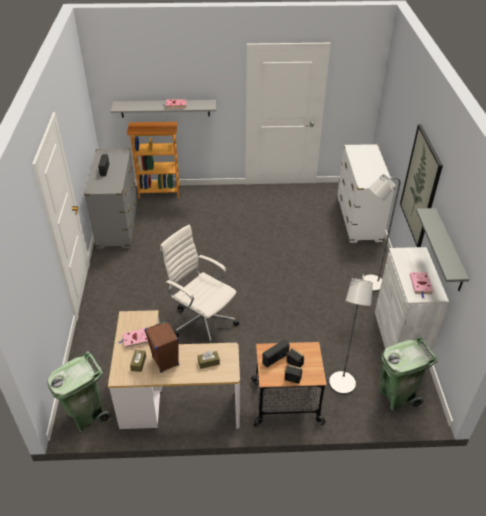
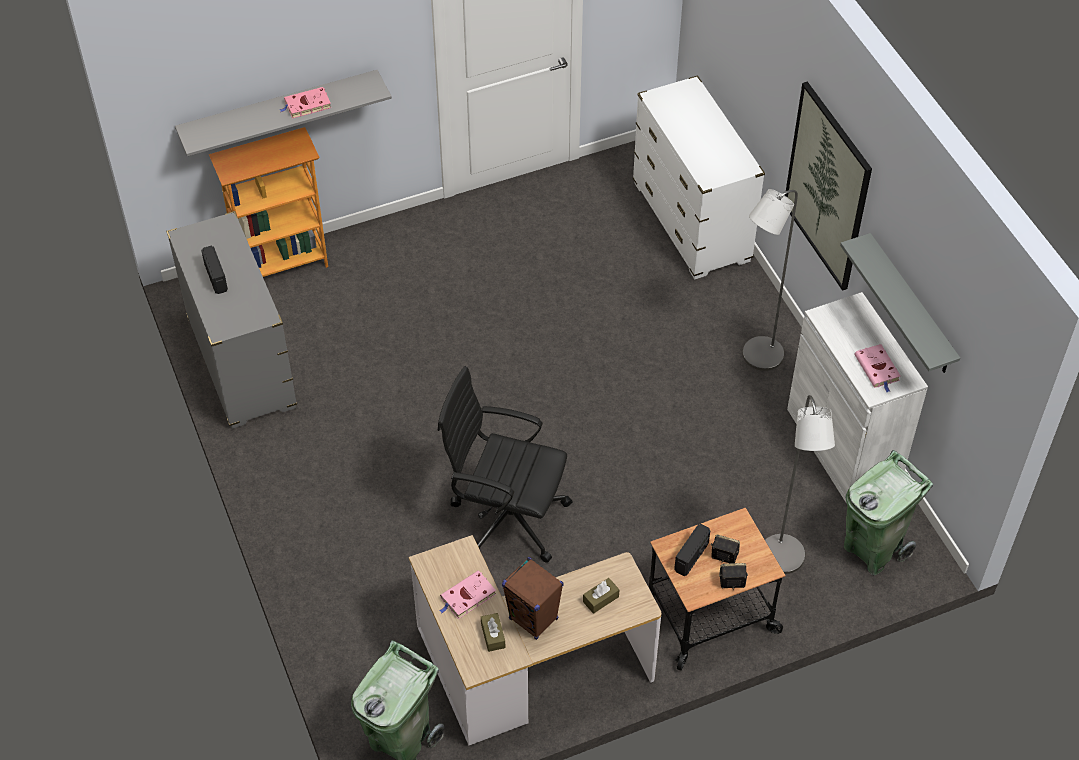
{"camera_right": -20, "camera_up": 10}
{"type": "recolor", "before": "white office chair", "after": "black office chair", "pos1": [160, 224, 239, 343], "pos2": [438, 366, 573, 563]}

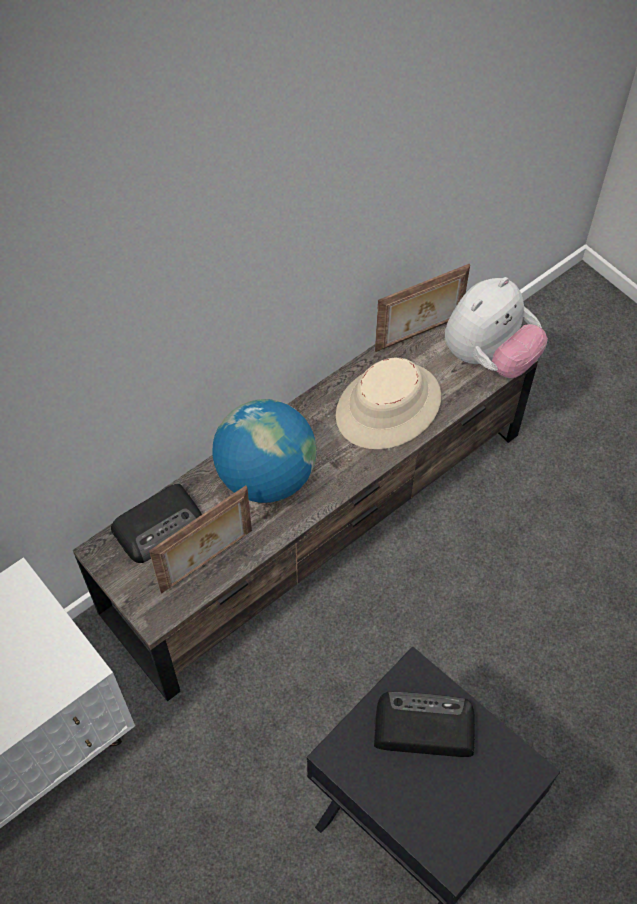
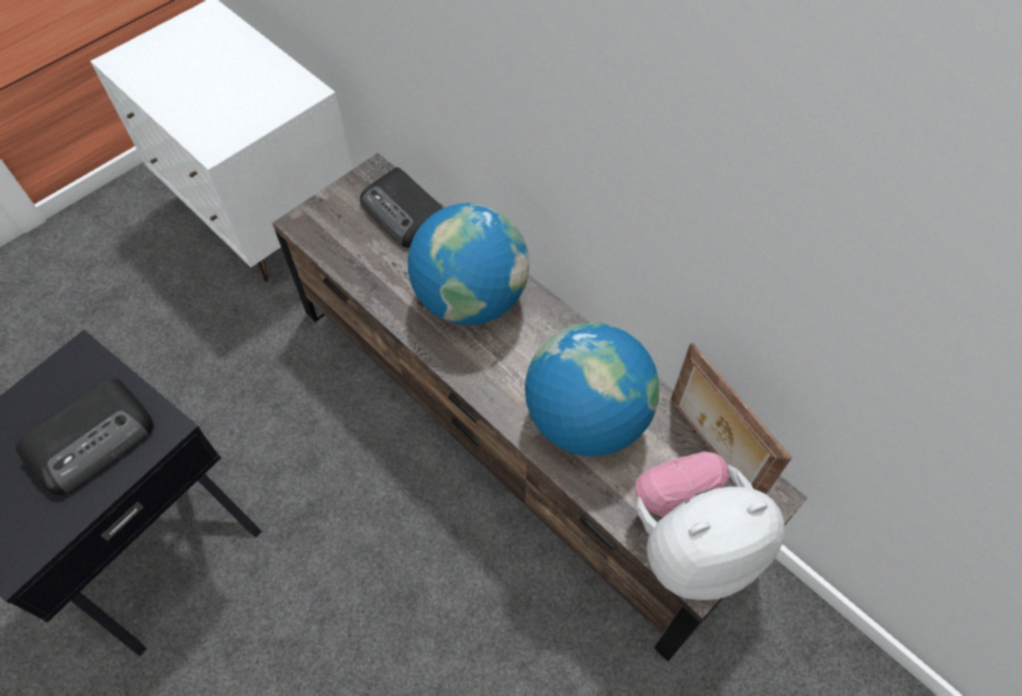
{"camera_right": 85, "camera_up": 0}
{"type": "rotate", "before": "plush toy", "pos1": [445, 277, 548, 378], "pos2": [635, 451, 785, 600], "turn": 120}
{"type": "replace", "before": "beige hat", "after": "globe", "pos1": [336, 358, 441, 449], "pos2": [525, 323, 659, 457]}
{"type": "delete", "before": "picture frame", "pos1": [149, 485, 252, 593]}
{"type": "rotate", "before": "radio", "pos1": [374, 692, 475, 757], "pos2": [16, 379, 153, 495], "turn": 45}

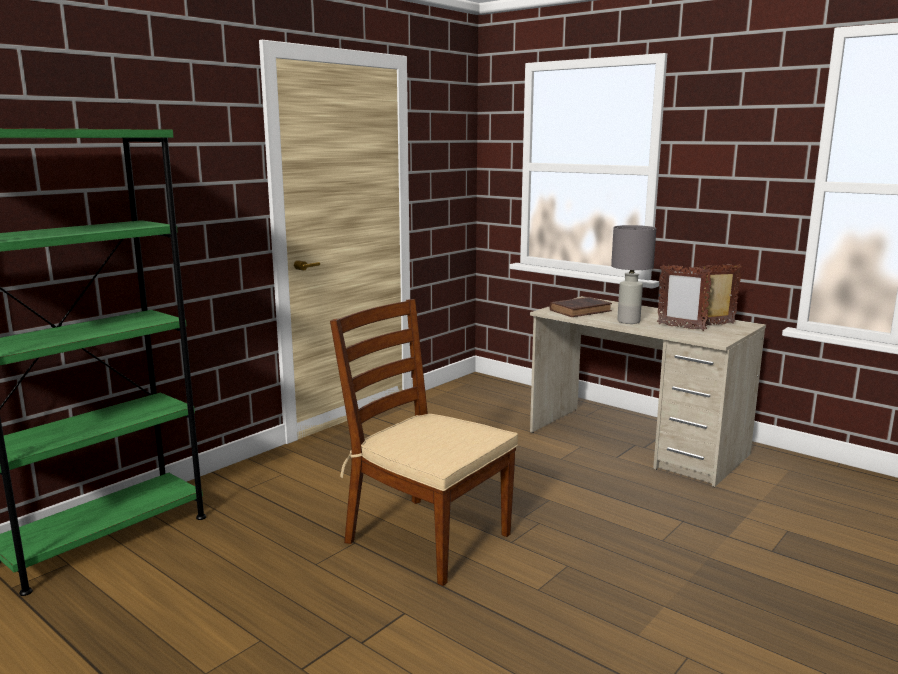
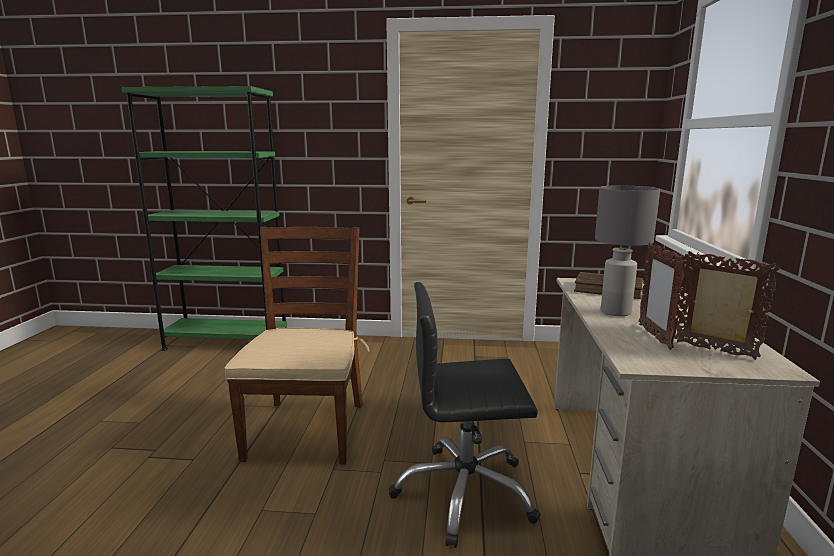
{"camera_right": 55, "camera_up": 0}
{"type": "insert", "after": "black office chair", "pos2": [389, 282, 541, 548]}

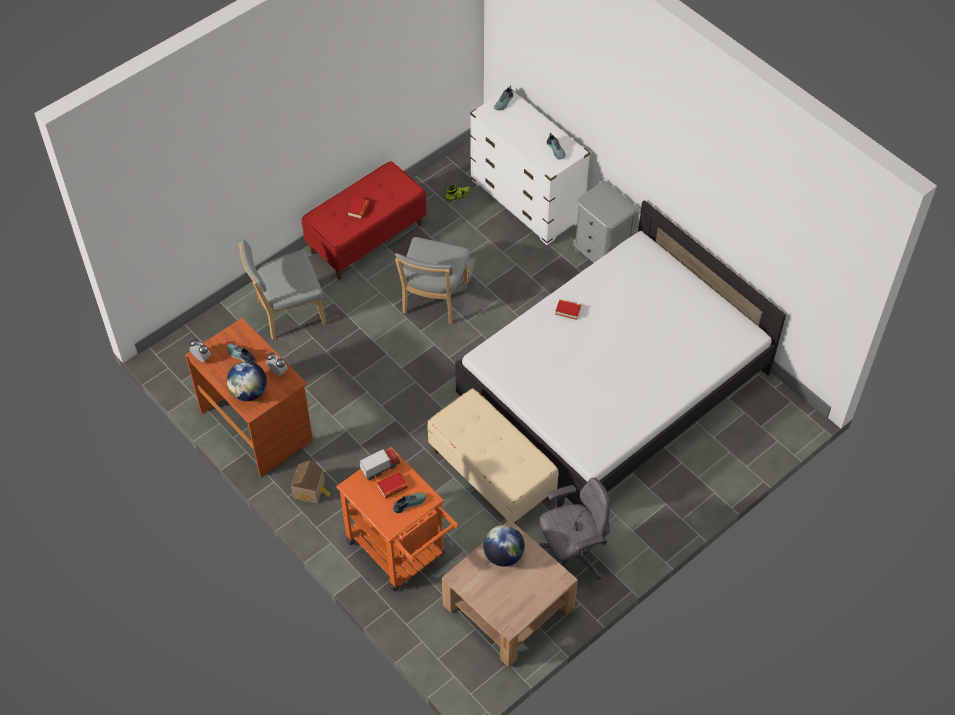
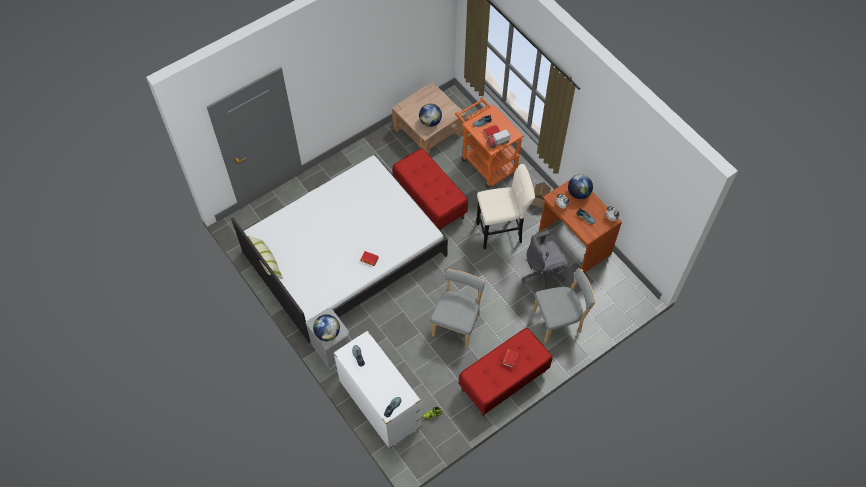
{"camera_right": -175, "camera_up": 5}
{"type": "recolor", "before": "beige bench", "after": "red bench", "pos1": [427, 389, 559, 524], "pos2": [392, 148, 468, 231]}
{"type": "move", "before": "grey office chair", "pos1": [538, 478, 610, 581], "pos2": [522, 230, 569, 290]}
{"type": "insert", "after": "beige stool", "pos2": [477, 164, 535, 250]}
{"type": "insert", "after": "pillow", "pos2": [248, 236, 283, 279]}
{"type": "insert", "after": "globe", "pos2": [313, 315, 340, 341]}

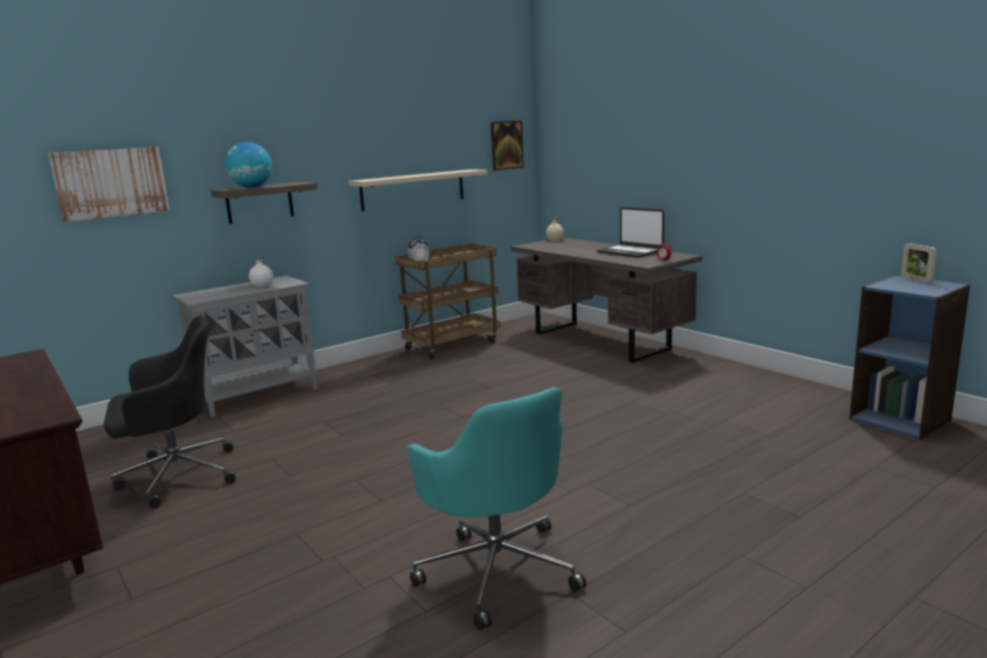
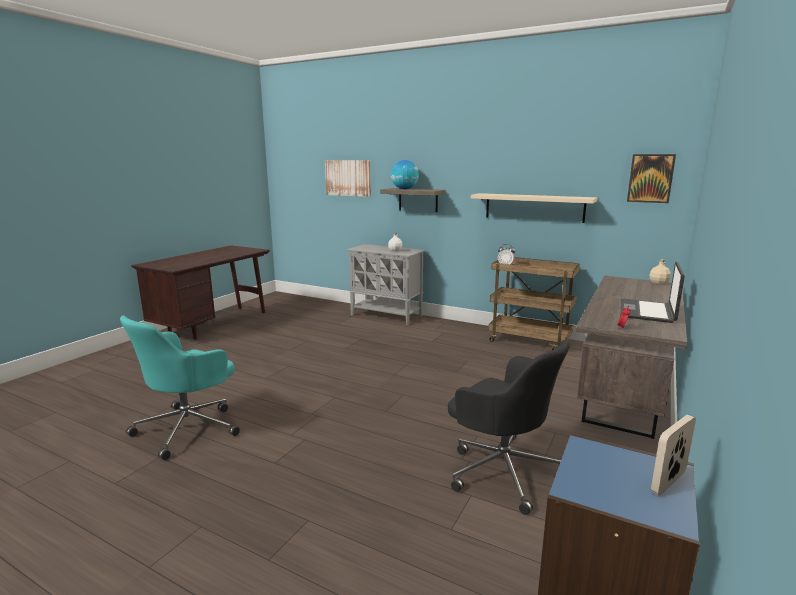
{"camera_right": 65, "camera_up": 0}
{"type": "move", "before": "black office chair", "pos1": [104, 316, 236, 509], "pos2": [448, 339, 570, 515]}

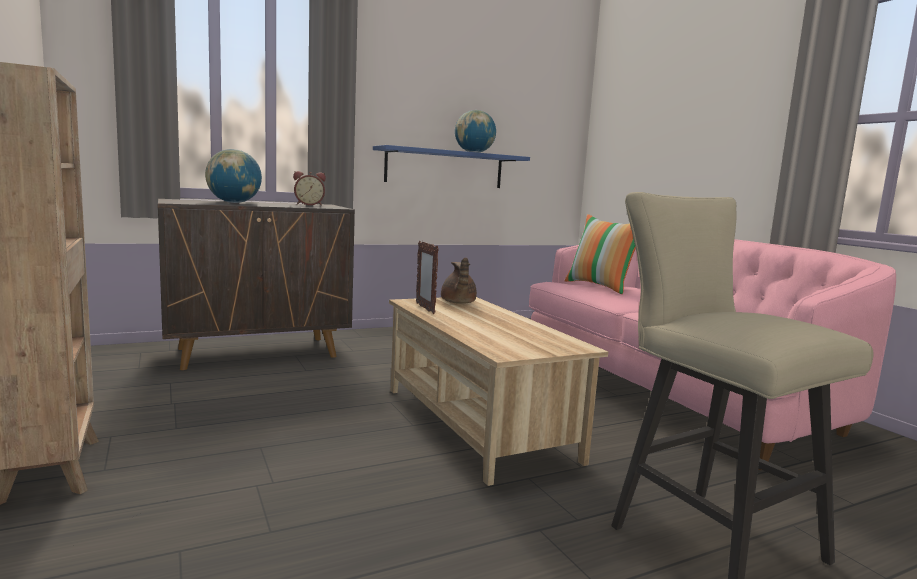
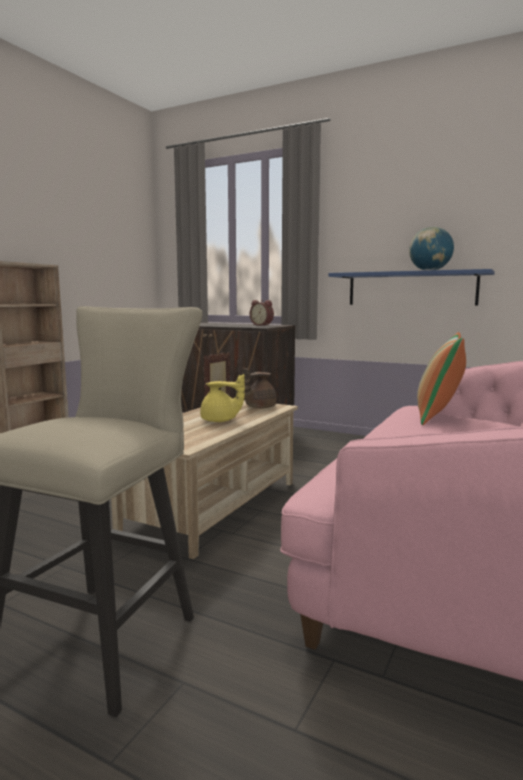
{"camera_right": 55, "camera_up": 0}
{"type": "delete", "before": "globe", "pos1": [205, 149, 262, 203]}
{"type": "insert", "after": "yellow teapot", "pos2": [200, 374, 245, 422]}

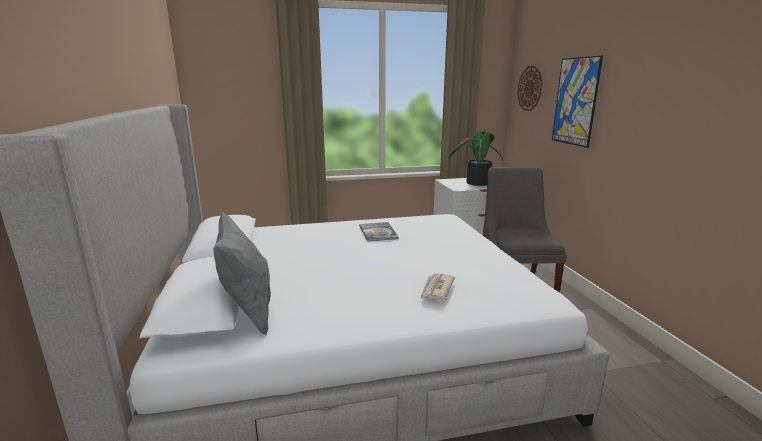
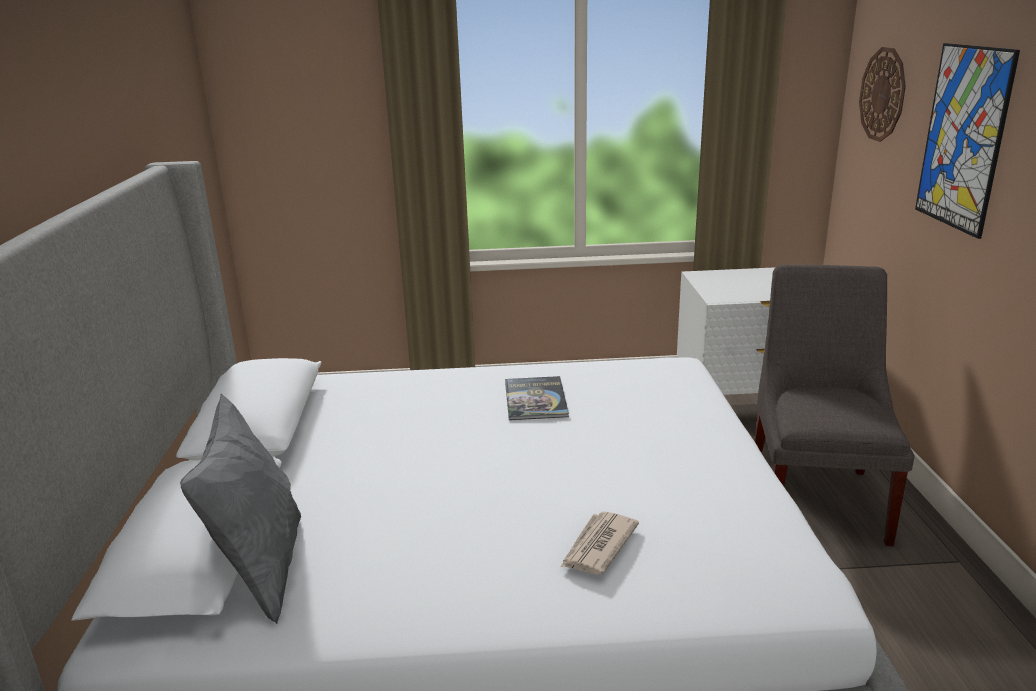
{"camera_right": 10, "camera_up": 5}
{"type": "delete", "before": "potted plant", "pos1": [449, 131, 503, 186]}

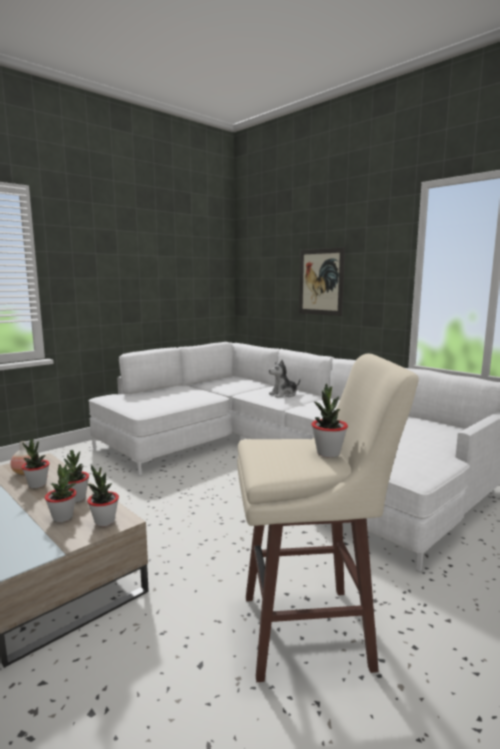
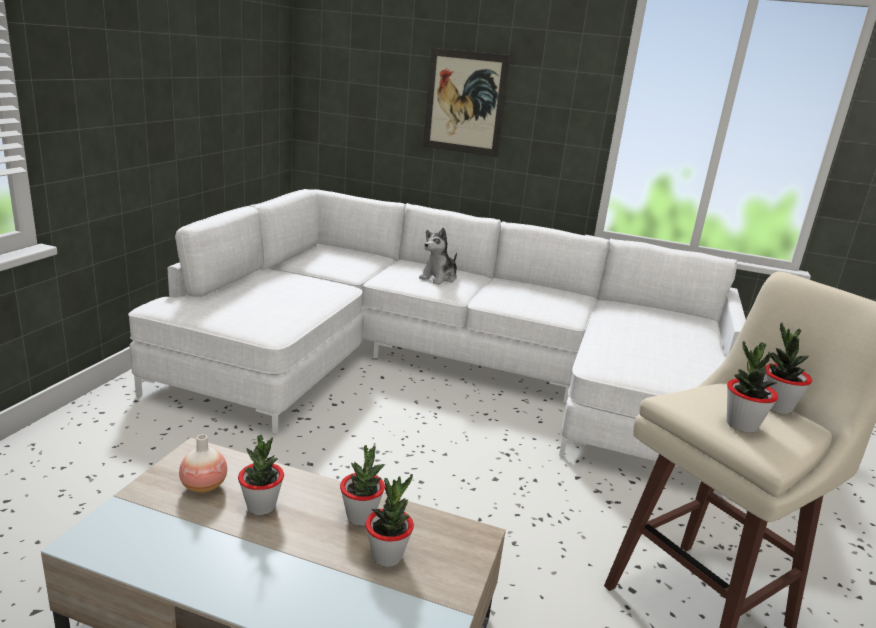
{"camera_right": -30, "camera_up": 10}
{"type": "move", "before": "potted plant", "pos1": [87, 465, 119, 527], "pos2": [727, 341, 778, 433]}

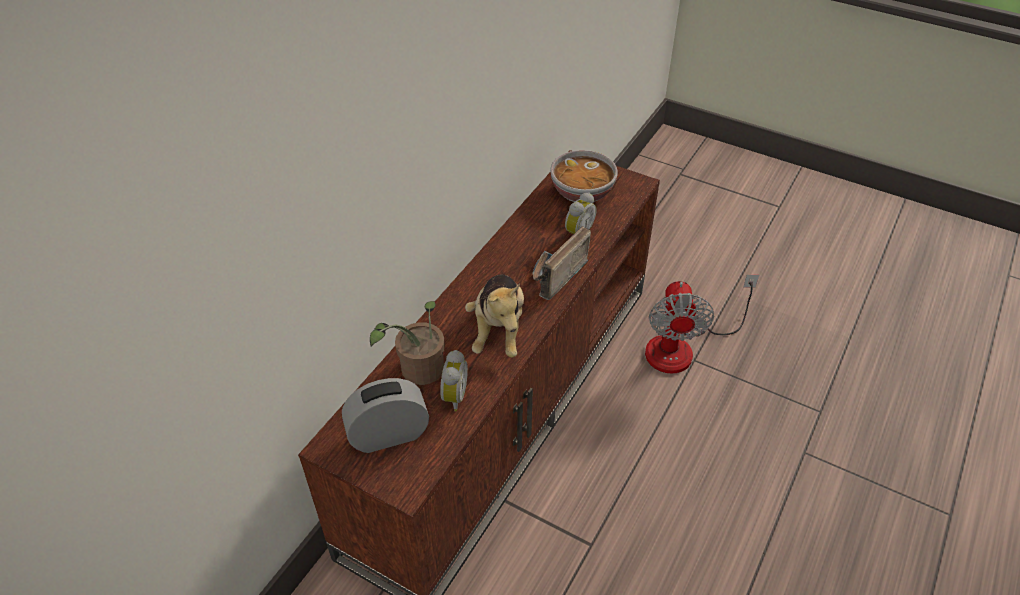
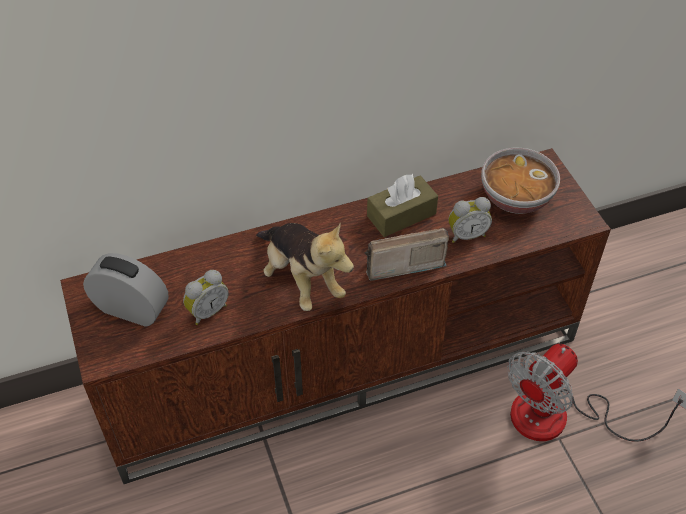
{"camera_right": 40, "camera_up": 5}
{"type": "rotate", "before": "plush toy", "pos1": [465, 274, 524, 358], "pos2": [256, 223, 354, 311], "turn": -75}
{"type": "delete", "before": "potted plant", "pos1": [370, 301, 445, 385]}
{"type": "insert", "after": "brown tissue box", "pos2": [367, 174, 438, 237]}

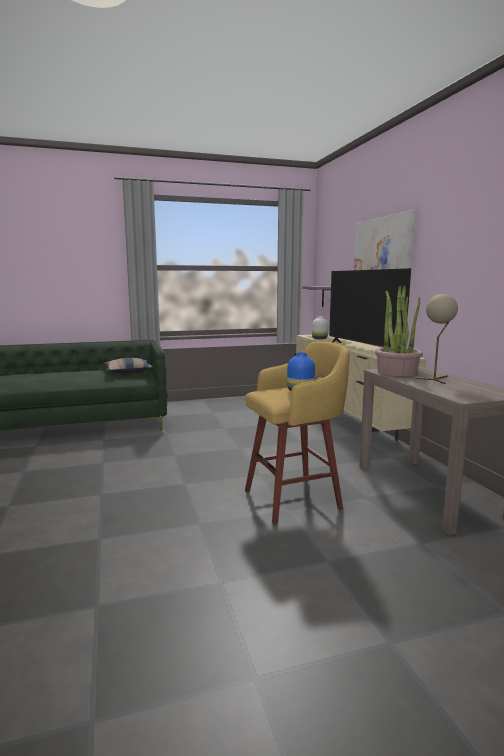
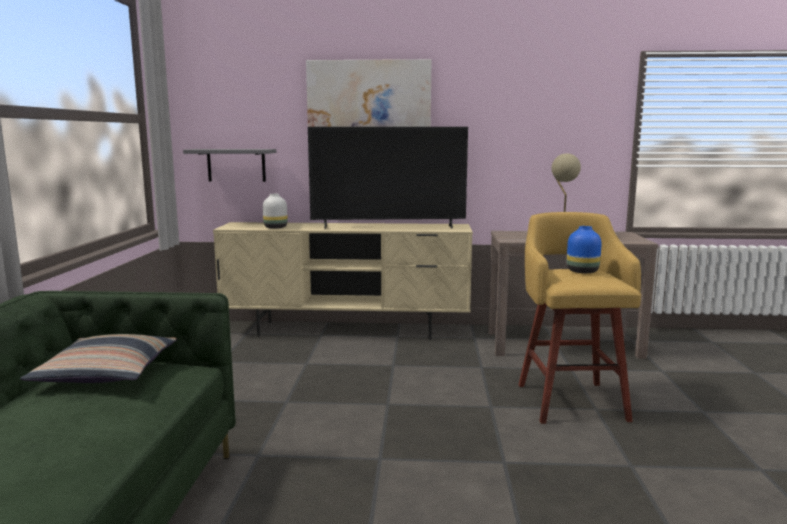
{"camera_right": -70, "camera_up": 0}
{"type": "delete", "before": "potted plant", "pos1": [375, 286, 423, 376]}

